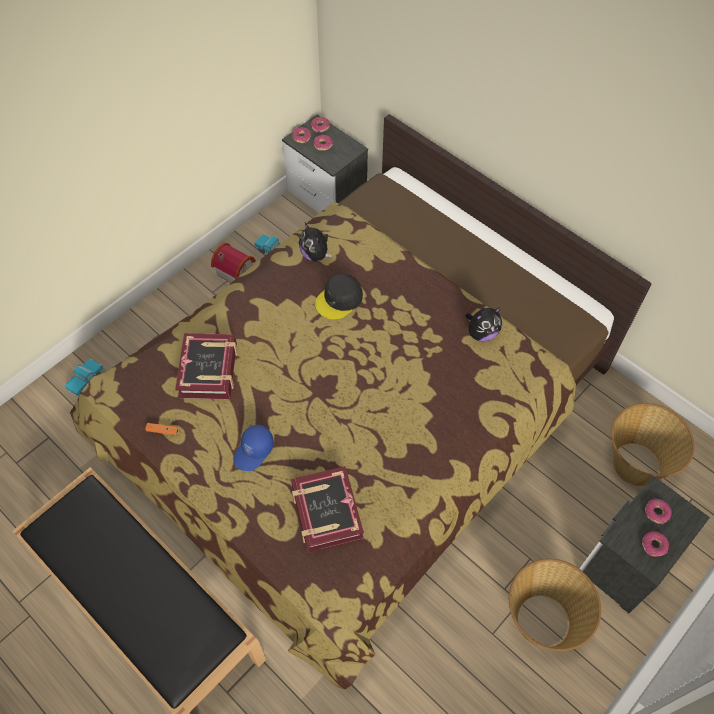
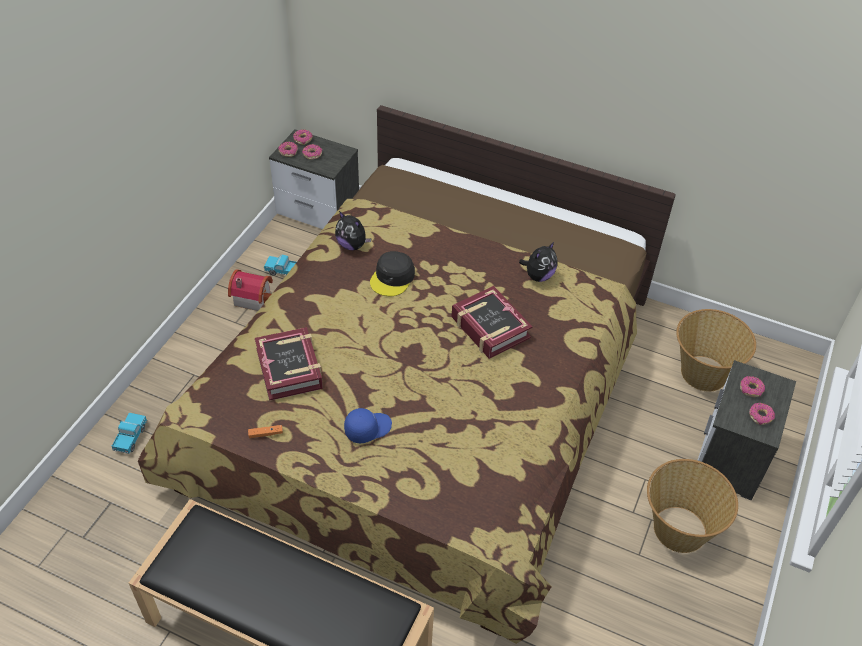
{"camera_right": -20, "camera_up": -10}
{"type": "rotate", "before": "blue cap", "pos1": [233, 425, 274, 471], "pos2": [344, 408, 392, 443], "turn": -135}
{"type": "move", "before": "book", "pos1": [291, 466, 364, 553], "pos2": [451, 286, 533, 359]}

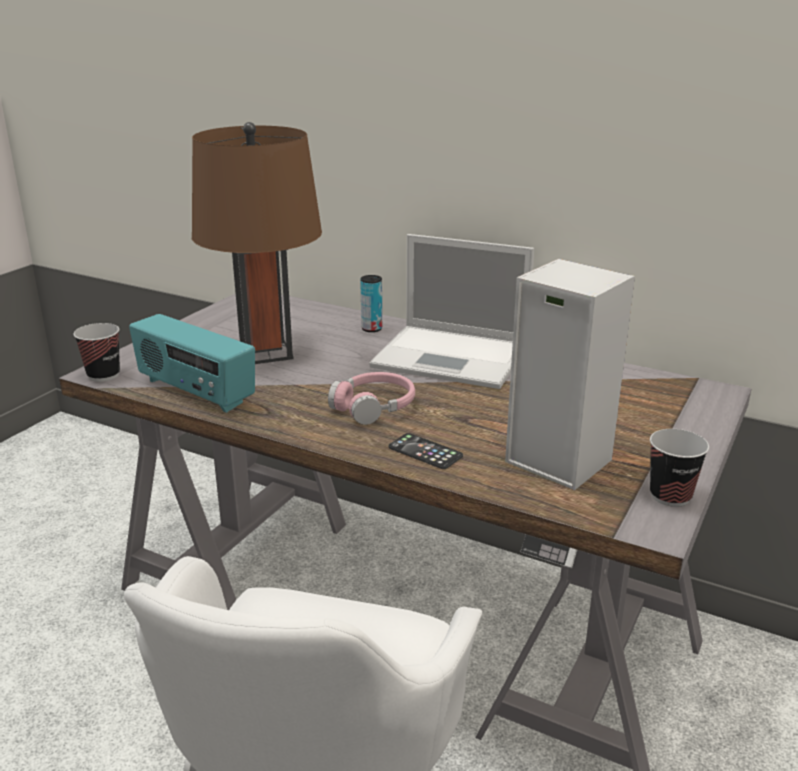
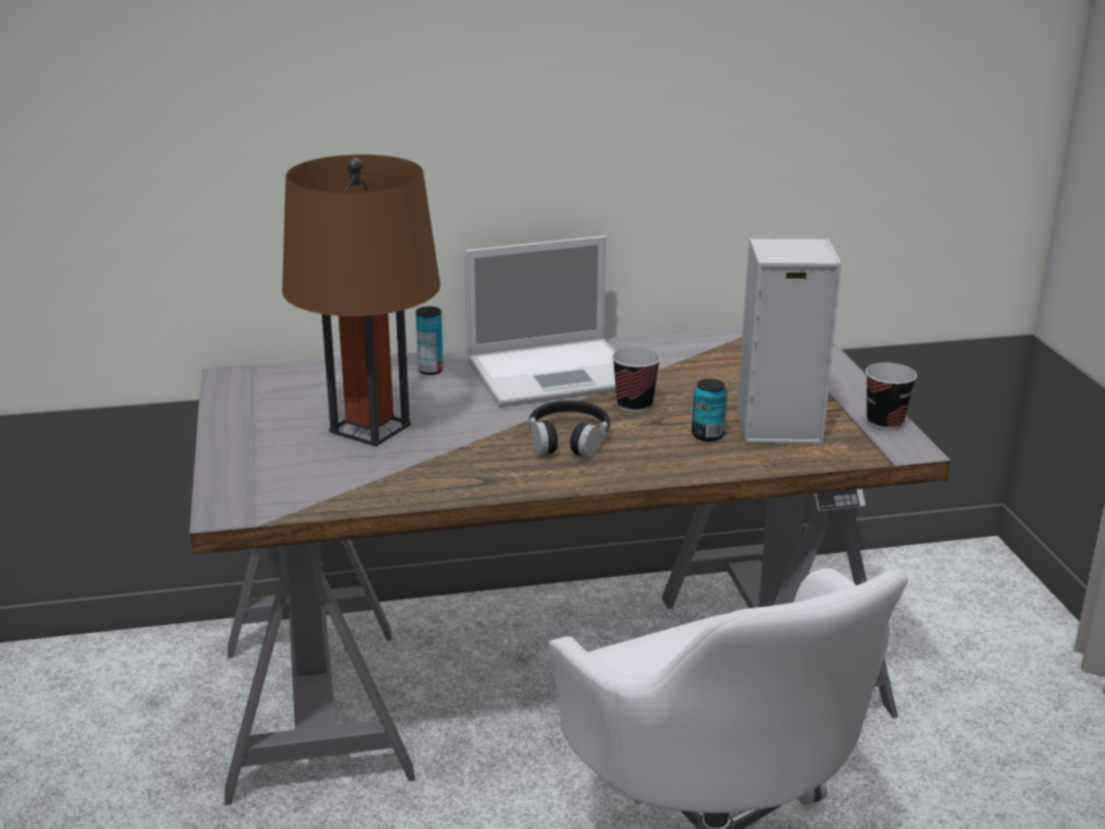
{"camera_right": -40, "camera_up": 0}
{"type": "delete", "before": "radio", "pos1": [129, 314, 255, 413]}
{"type": "move", "before": "cup", "pos1": [73, 323, 120, 382], "pos2": [612, 347, 661, 413]}
{"type": "recolor", "before": "pink headphones", "after": "black headphones", "pos1": [328, 372, 415, 425], "pos2": [529, 400, 610, 457]}
{"type": "delete", "before": "phone", "pos1": [389, 433, 463, 469]}
{"type": "insert", "after": "can", "pos2": [692, 379, 727, 442]}

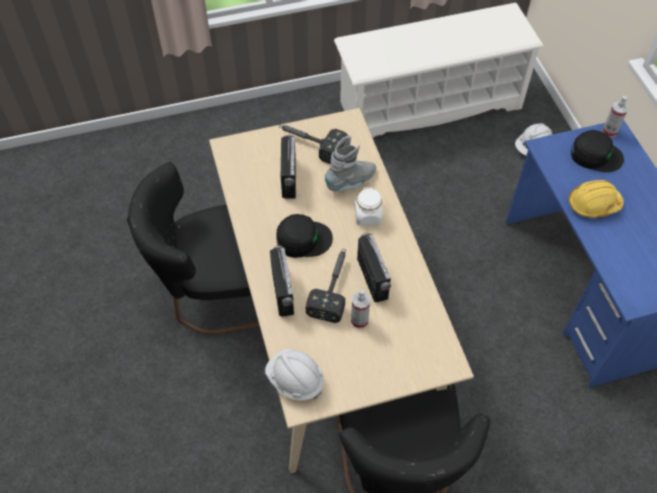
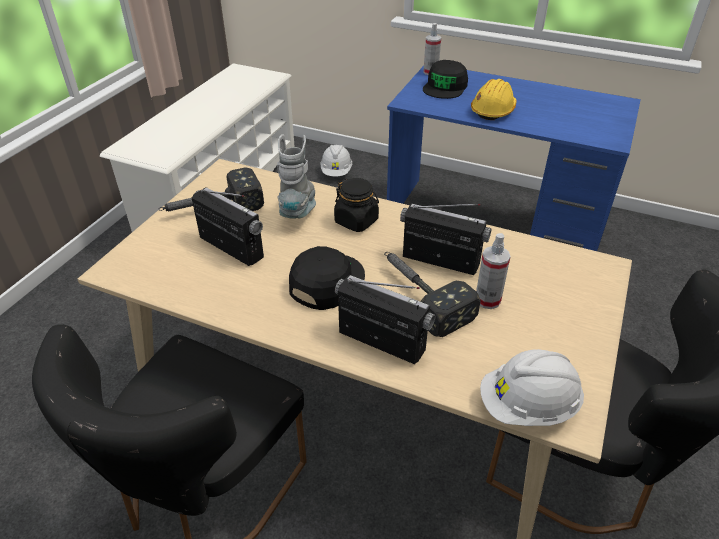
{"camera_right": -50, "camera_up": -15}
{"type": "rotate", "before": "black cap", "pos1": [571, 130, 624, 172], "pos2": [423, 60, 468, 99], "turn": 150}
{"type": "recolor", "before": "white jar", "after": "black jar", "pos1": [354, 187, 383, 226], "pos2": [334, 178, 379, 232]}

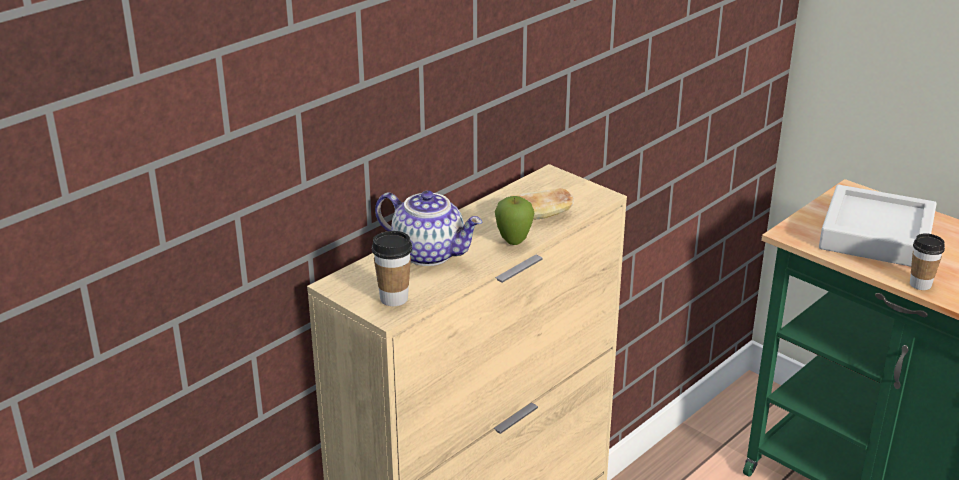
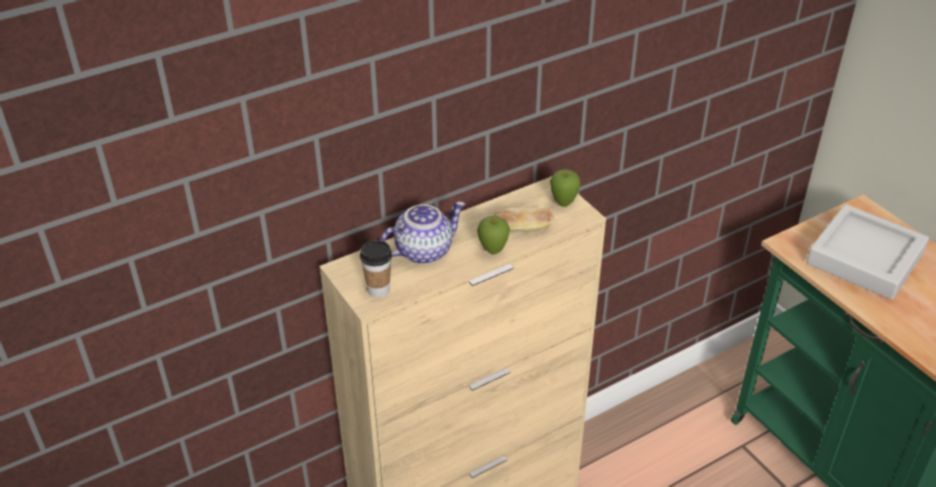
{"camera_right": 15, "camera_up": 10}
{"type": "rotate", "before": "teapot", "pos1": [375, 190, 482, 266], "pos2": [380, 201, 465, 264], "turn": -75}
{"type": "delete", "before": "cup", "pos1": [910, 233, 945, 290]}
{"type": "insert", "after": "apple", "pos2": [550, 169, 581, 207]}

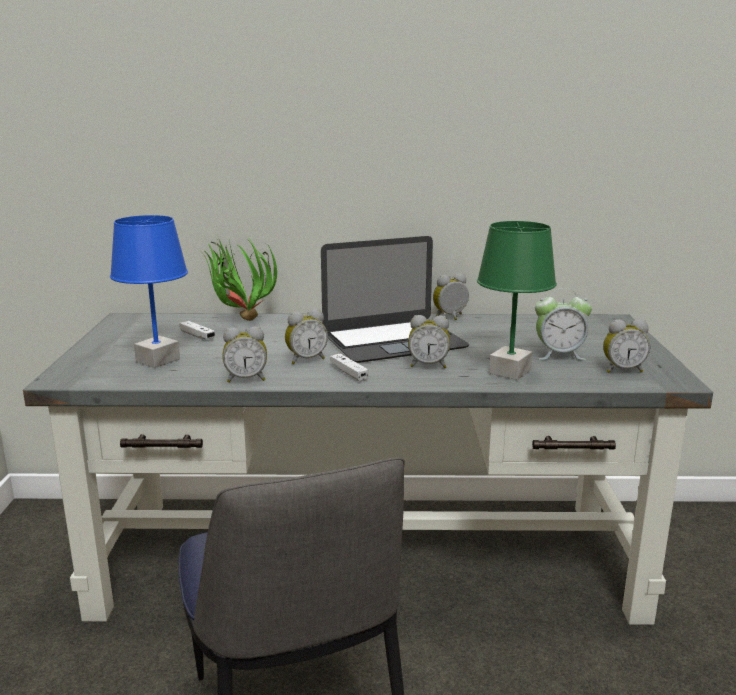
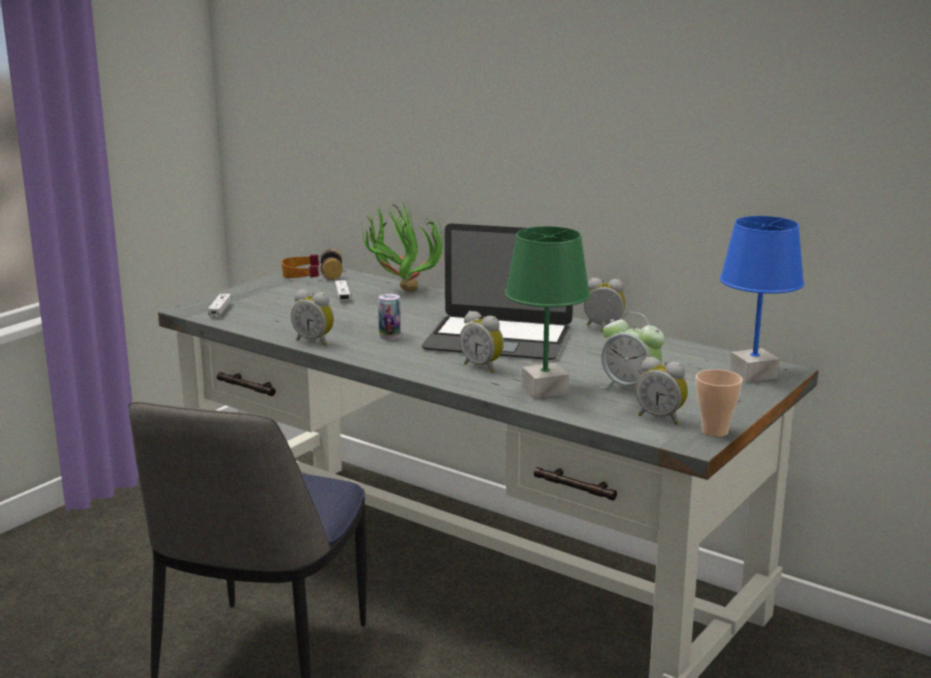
{"camera_right": 35, "camera_up": 0}
{"type": "move", "before": "blue table lamp", "pos1": [110, 215, 188, 368], "pos2": [720, 216, 804, 383]}
{"type": "replace", "before": "alarm clock", "after": "can", "pos1": [285, 309, 328, 364], "pos2": [378, 294, 401, 340]}
{"type": "move", "before": "white game controller", "pos1": [330, 354, 369, 382], "pos2": [208, 294, 231, 318]}
{"type": "insert", "after": "headphones", "pos2": [282, 249, 343, 280]}
{"type": "insert", "after": "cup", "pos2": [696, 369, 743, 437]}

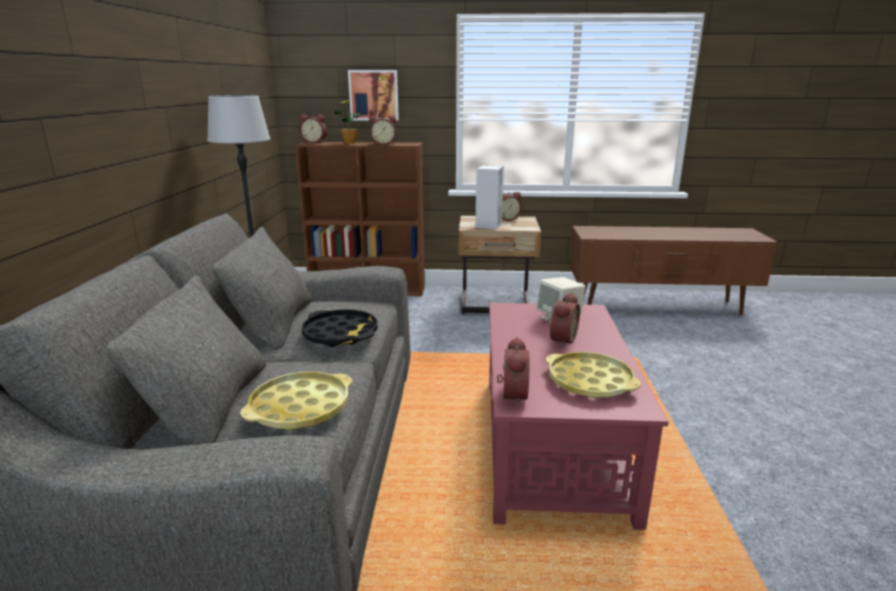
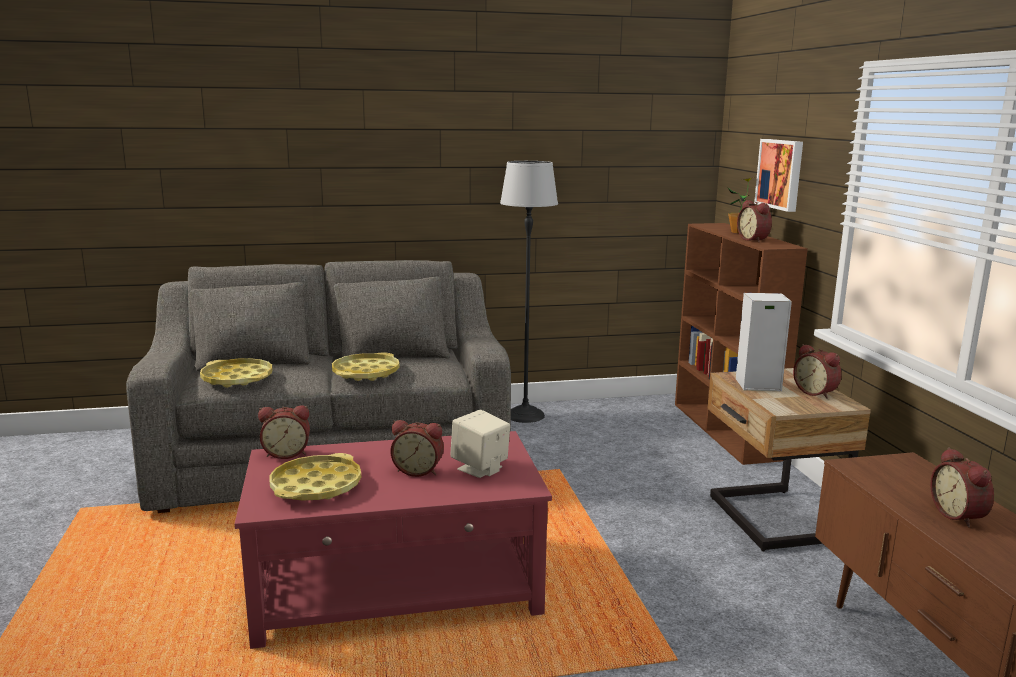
{"camera_right": 75, "camera_up": -5}
{"type": "move", "before": "alarm clock", "pos1": [299, 114, 327, 143], "pos2": [931, 447, 994, 527]}
{"type": "recolor", "before": "black tray", "after": "yellow tray", "pos1": [301, 309, 378, 347], "pos2": [332, 352, 400, 381]}

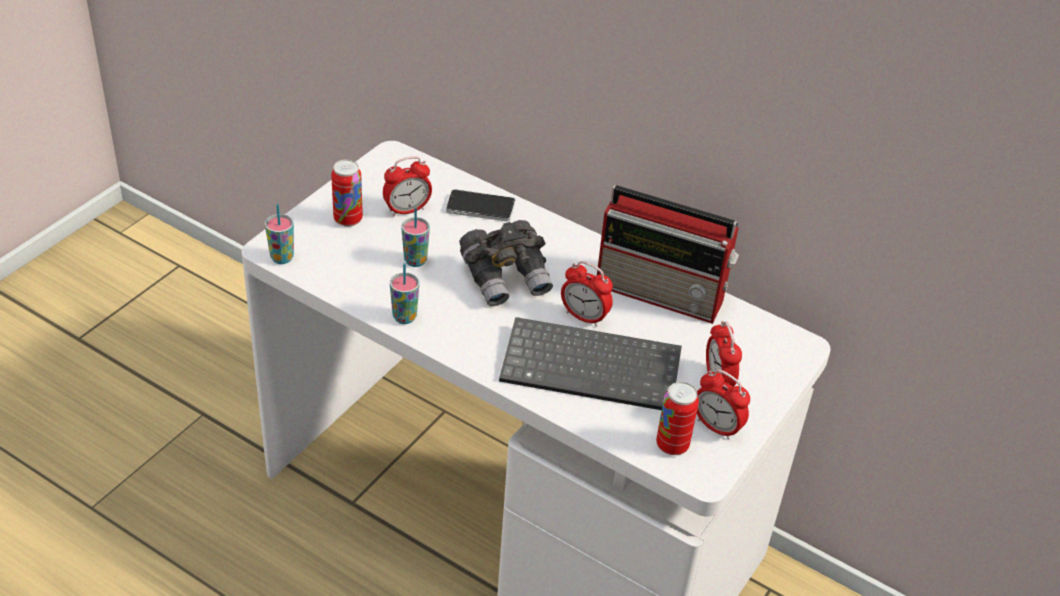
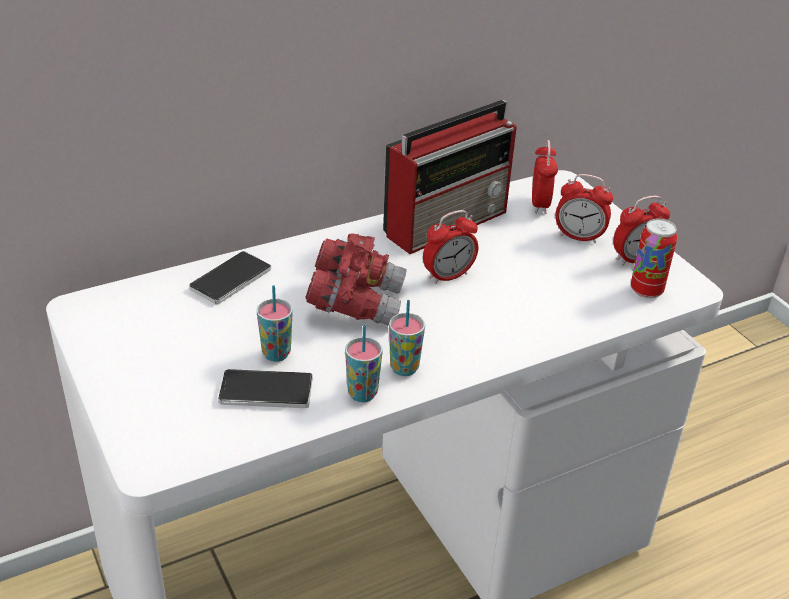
{"camera_right": -60, "camera_up": -5}
{"type": "move", "before": "alarm clock", "pos1": [383, 156, 432, 217], "pos2": [532, 140, 558, 214]}
{"type": "delete", "before": "can", "pos1": [331, 159, 363, 227]}
{"type": "move", "before": "cup", "pos1": [265, 204, 294, 264], "pos2": [389, 300, 425, 376]}
{"type": "recolor", "before": "grey binoculars", "after": "red binoculars", "pos1": [459, 220, 553, 306], "pos2": [305, 233, 407, 326]}
{"type": "delete", "before": "keyboard", "pos1": [499, 317, 682, 410]}
{"type": "insert", "after": "phone", "pos2": [218, 369, 312, 408]}

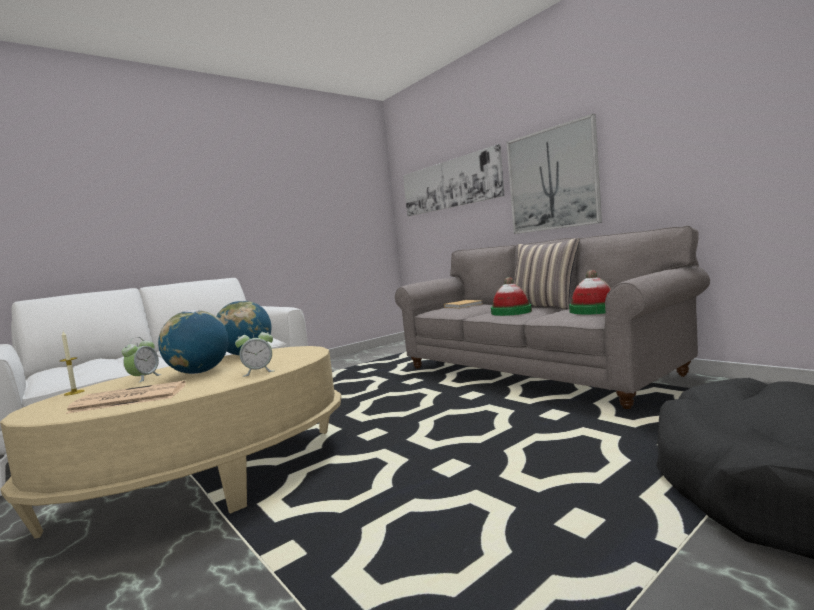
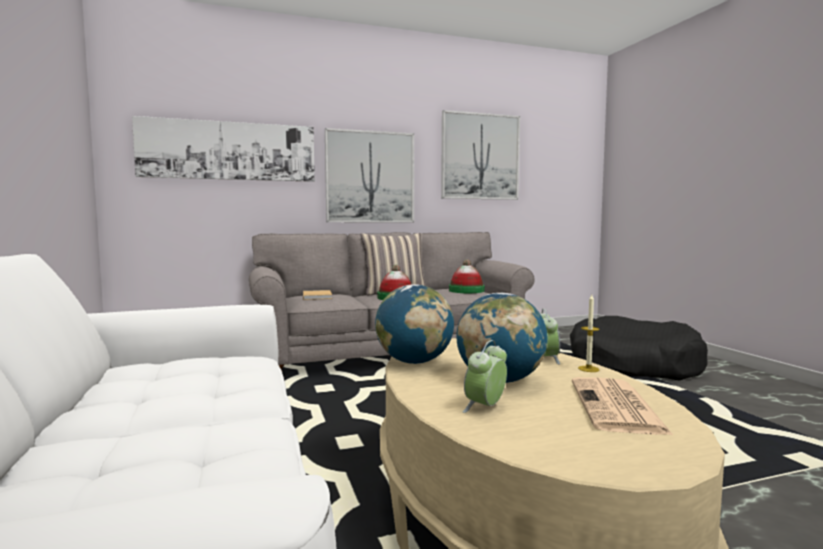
{"camera_right": -70, "camera_up": 0}
{"type": "move", "before": "candle", "pos1": [60, 331, 85, 395], "pos2": [578, 294, 600, 372]}
{"type": "rotate", "before": "alarm clock", "pos1": [122, 337, 162, 383], "pos2": [463, 340, 507, 413], "turn": -90}
{"type": "insert", "after": "picture", "pos2": [441, 110, 520, 200]}

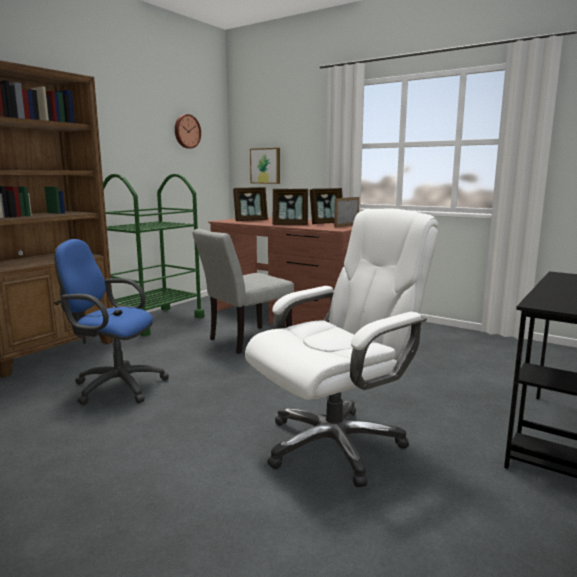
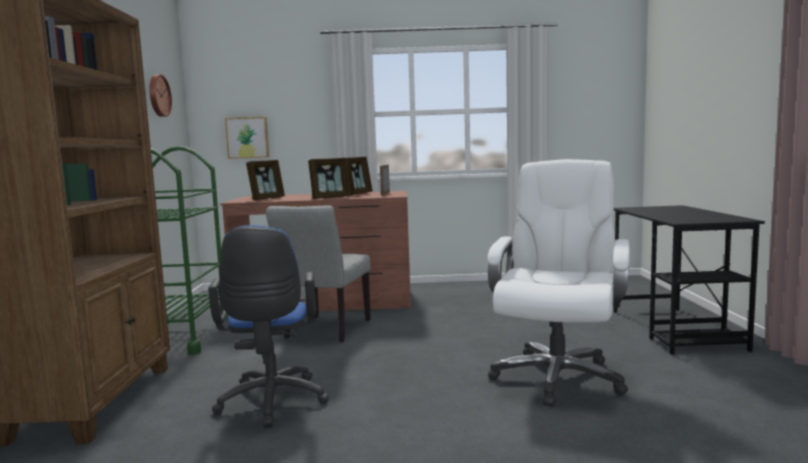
{"camera_right": -35, "camera_up": -5}
{"type": "rotate", "before": "blue office chair", "pos1": [54, 239, 169, 405], "pos2": [208, 225, 330, 428], "turn": -75}

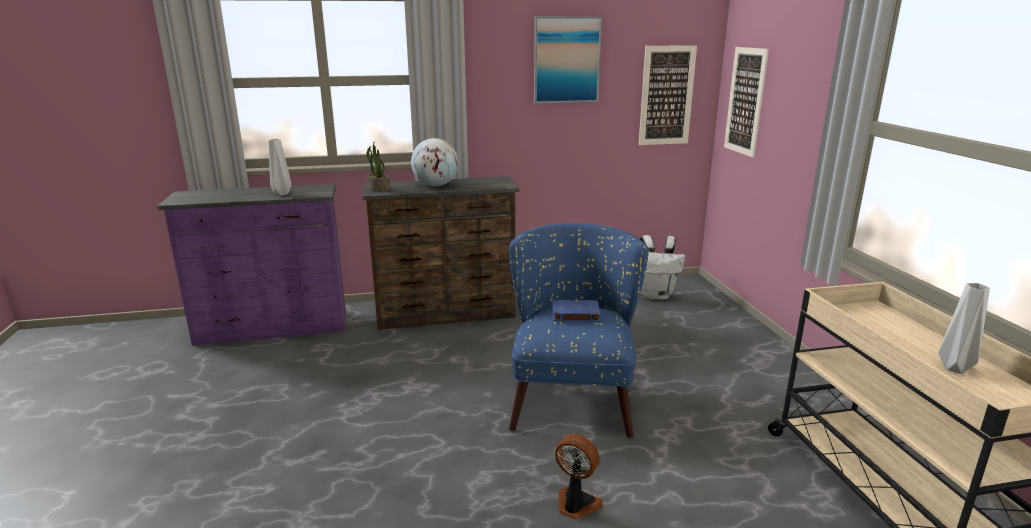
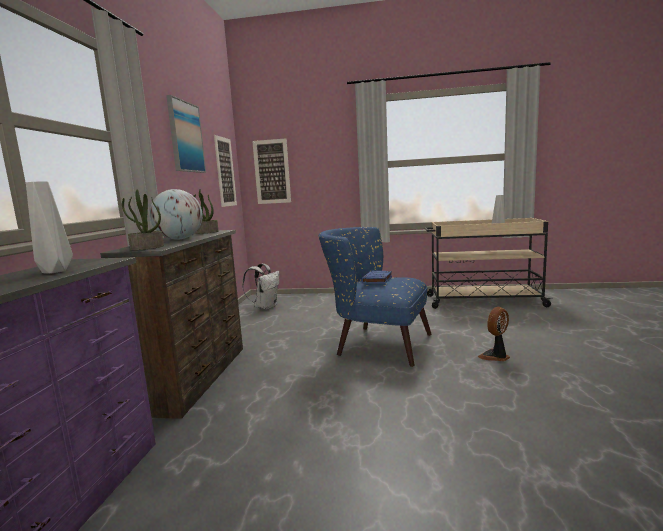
{"camera_right": -70, "camera_up": -10}
{"type": "insert", "after": "potted plant", "pos2": [193, 189, 219, 234]}

